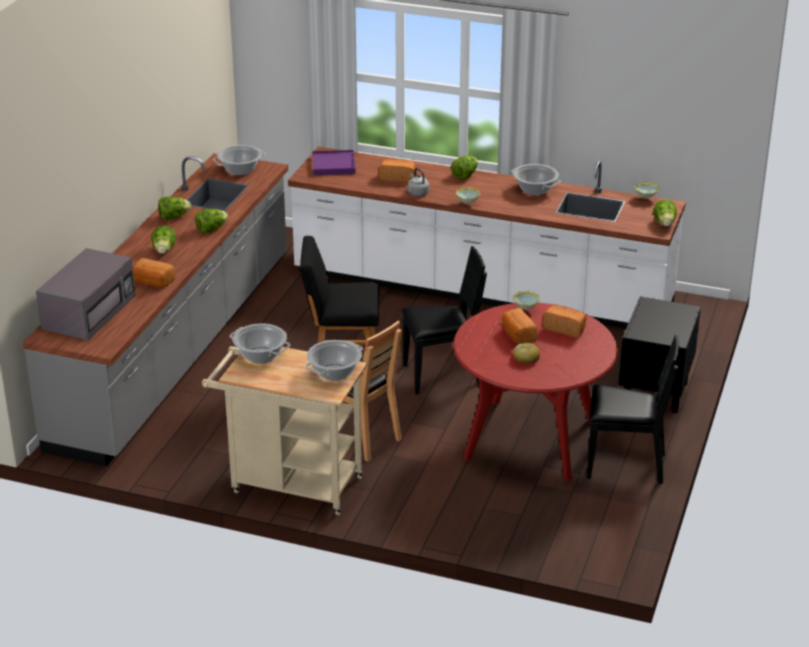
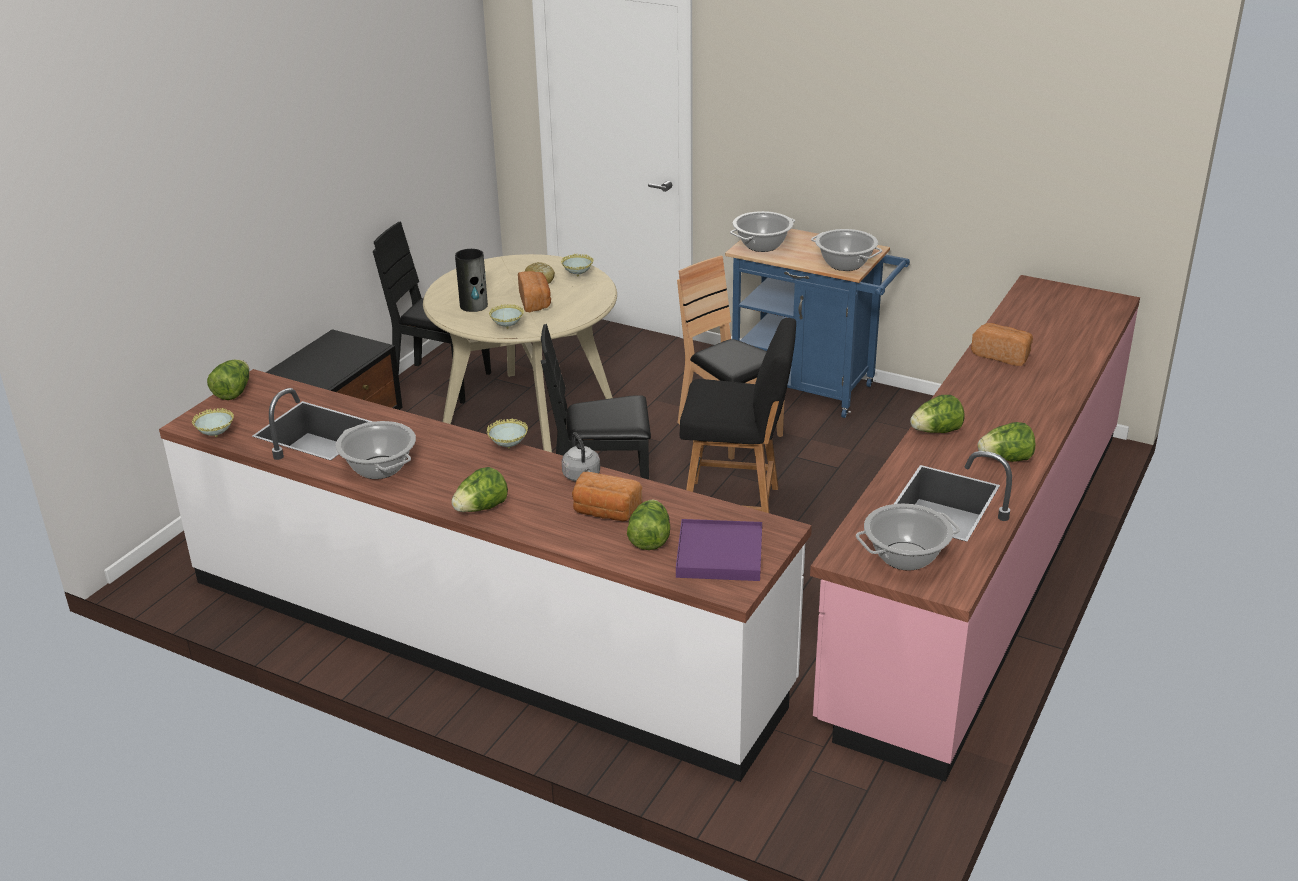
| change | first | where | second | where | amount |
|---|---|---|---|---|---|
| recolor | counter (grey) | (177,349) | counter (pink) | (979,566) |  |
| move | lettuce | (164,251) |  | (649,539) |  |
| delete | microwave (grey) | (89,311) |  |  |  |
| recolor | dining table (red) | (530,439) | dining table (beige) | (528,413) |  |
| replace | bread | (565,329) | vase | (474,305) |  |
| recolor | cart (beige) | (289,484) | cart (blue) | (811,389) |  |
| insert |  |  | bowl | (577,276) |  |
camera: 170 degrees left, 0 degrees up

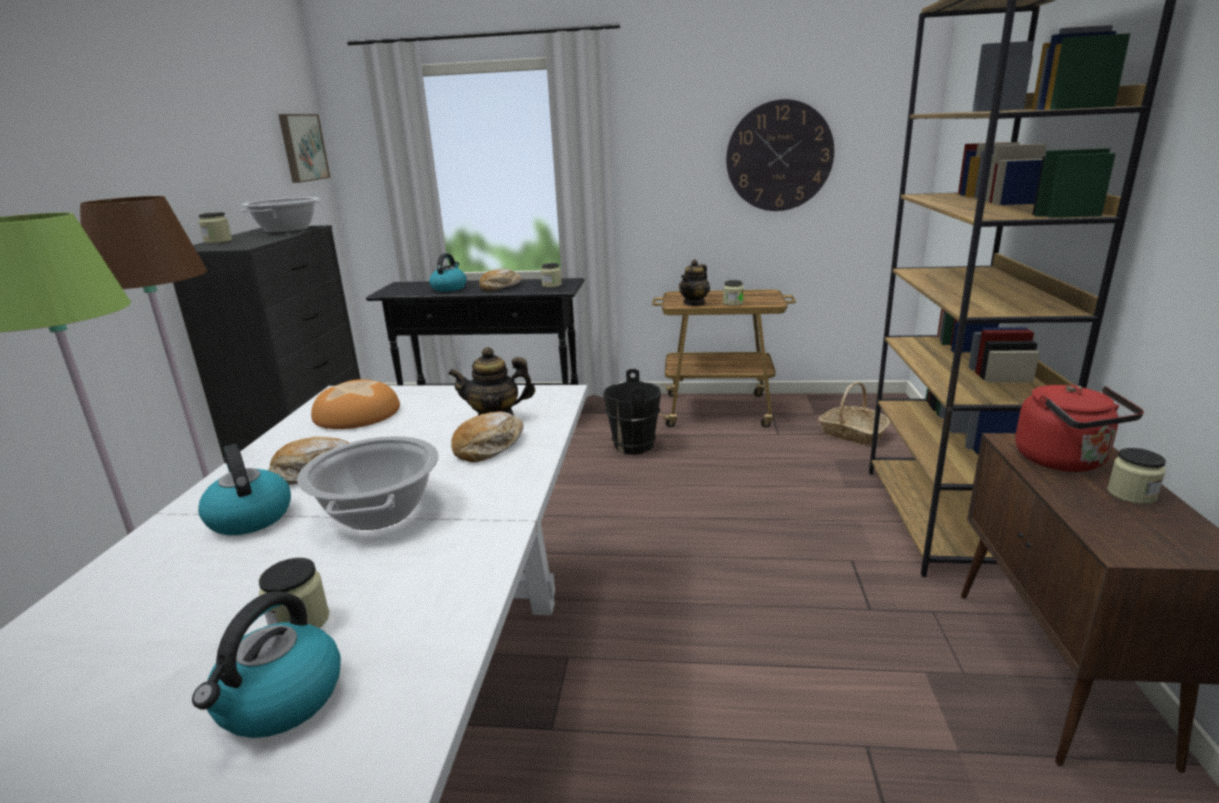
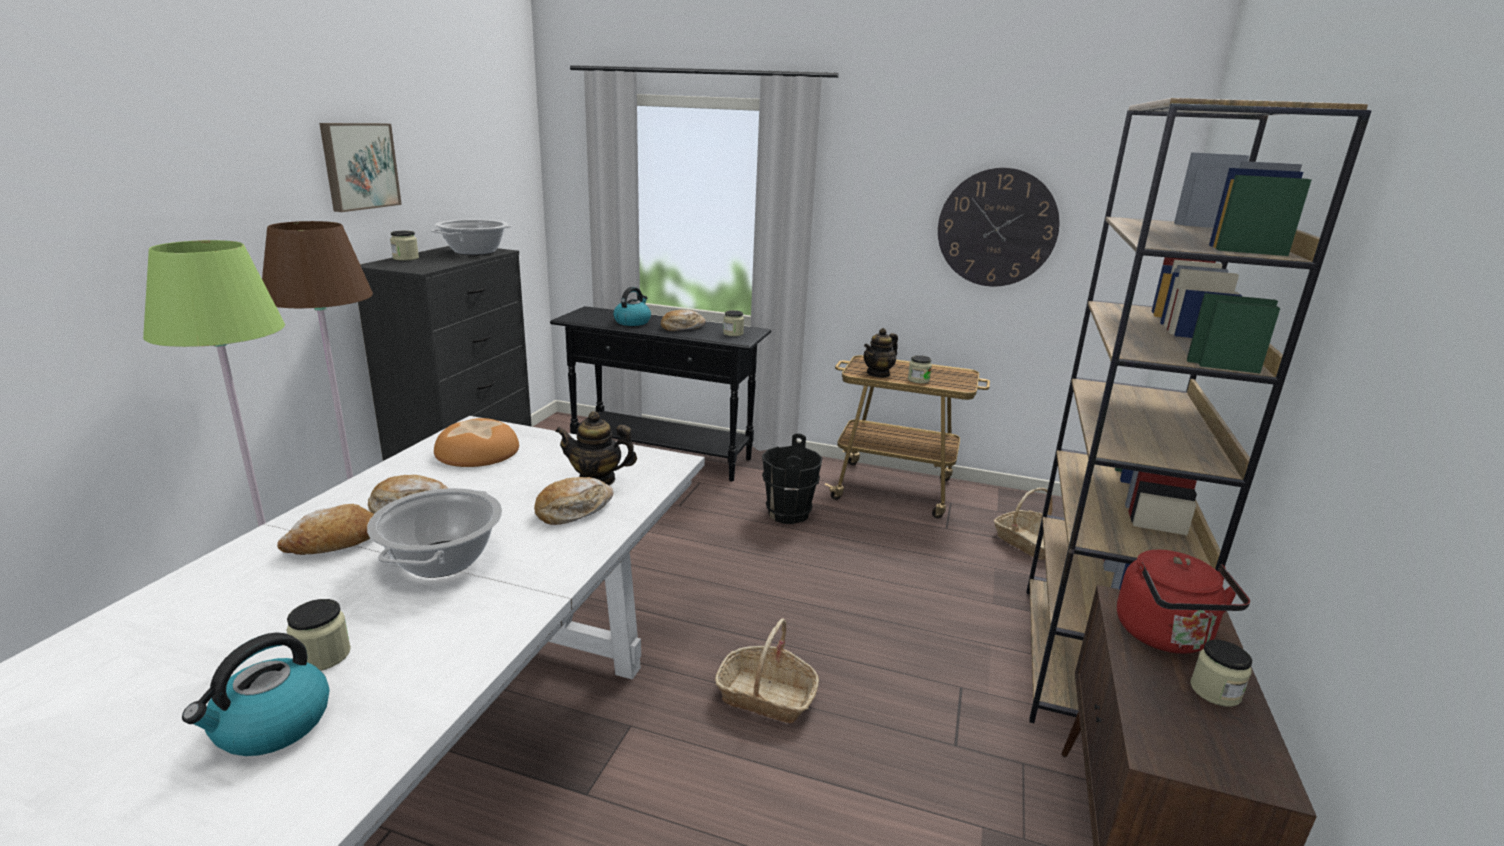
| change | first | where | second | where | amount |
|---|---|---|---|---|---|
| move | picture | (302,148) |  | (359,166) |  |
| replace | kettle | (249,517) | bread | (334,543) |  |
| insert |  |  | basket | (766,696) |  |
camera: 10 degrees right, 0 degrees up

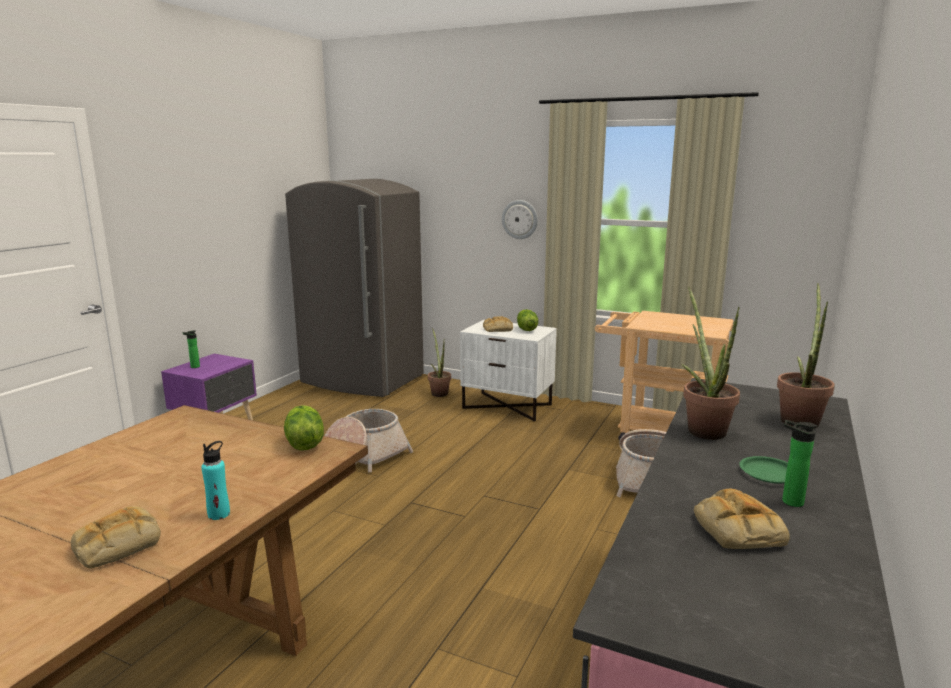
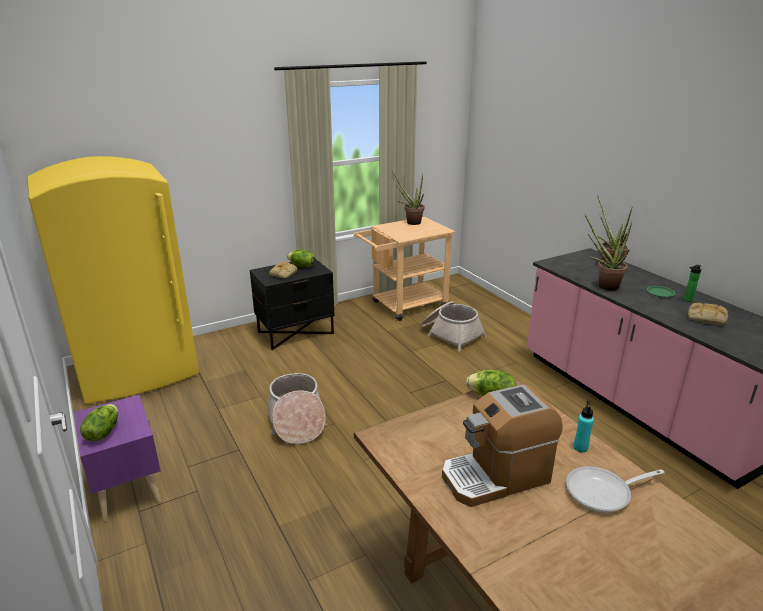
| change | first | where | second | where | amount |
|---|---|---|---|---|---|
| recolor | fridge (grey) | (362,380) | fridge (yellow) | (139,371) |  |
| delete | wall clock | (520,219) |  |  |  |
| recolor | nightstand (white) | (508,406) | nightstand (black) | (295,332) |  |
| move | potted plant | (439,392) |  | (410,222) |  |
| replace | bottle | (193,367) | lettuce | (102,433) |  |
| replace | bread | (116,545) | frying pan | (603,492) |  |
| insert |  |  | coffee machine | (496,476) |  |
camera: 55 degrees left, 10 degrees up

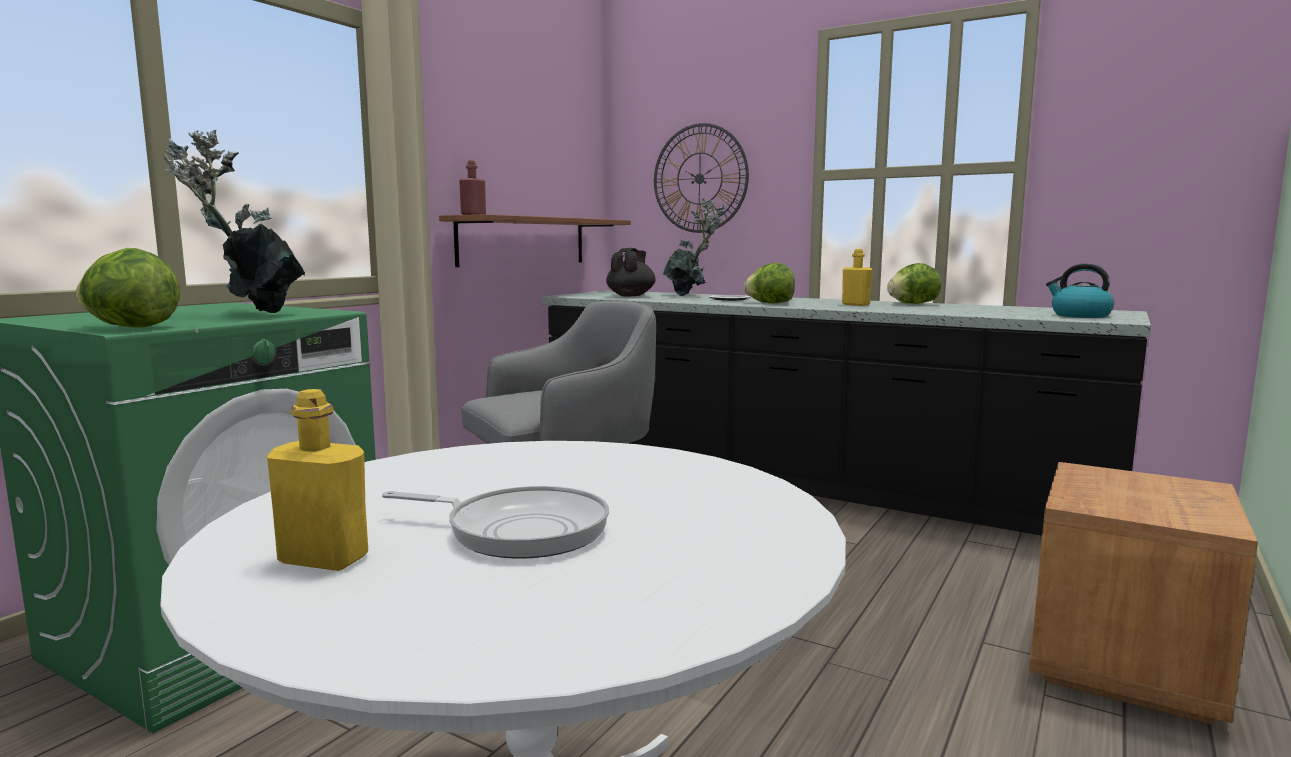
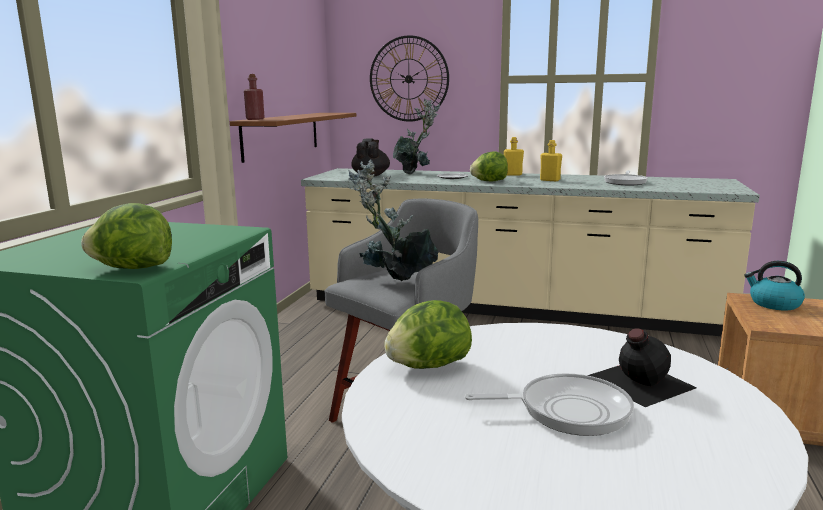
| change | first | where | second | where | amount |
|---|---|---|---|---|---|
| move | potted plant | (249,314) |  | (392,283) |  |
| move | lettuce | (912,304) |  | (428,366) |  |
| move | kettle | (1079,315) |  | (773,304) |  |
| recolor | counter (black) | (801,481) | counter (beige) | (509,307) |  |
| move | bottle (yellow) | (324,559) |  | (512,174) |  |
| insert |  |  | frying pan | (625,182) |  |
| insert |  |  | bottle (black) | (638,381) |  |
camera: 15 degrees left, 5 degrees up

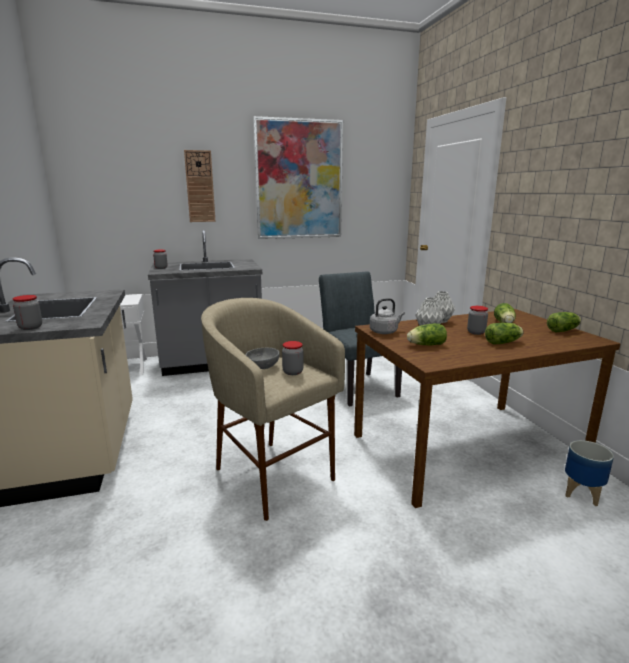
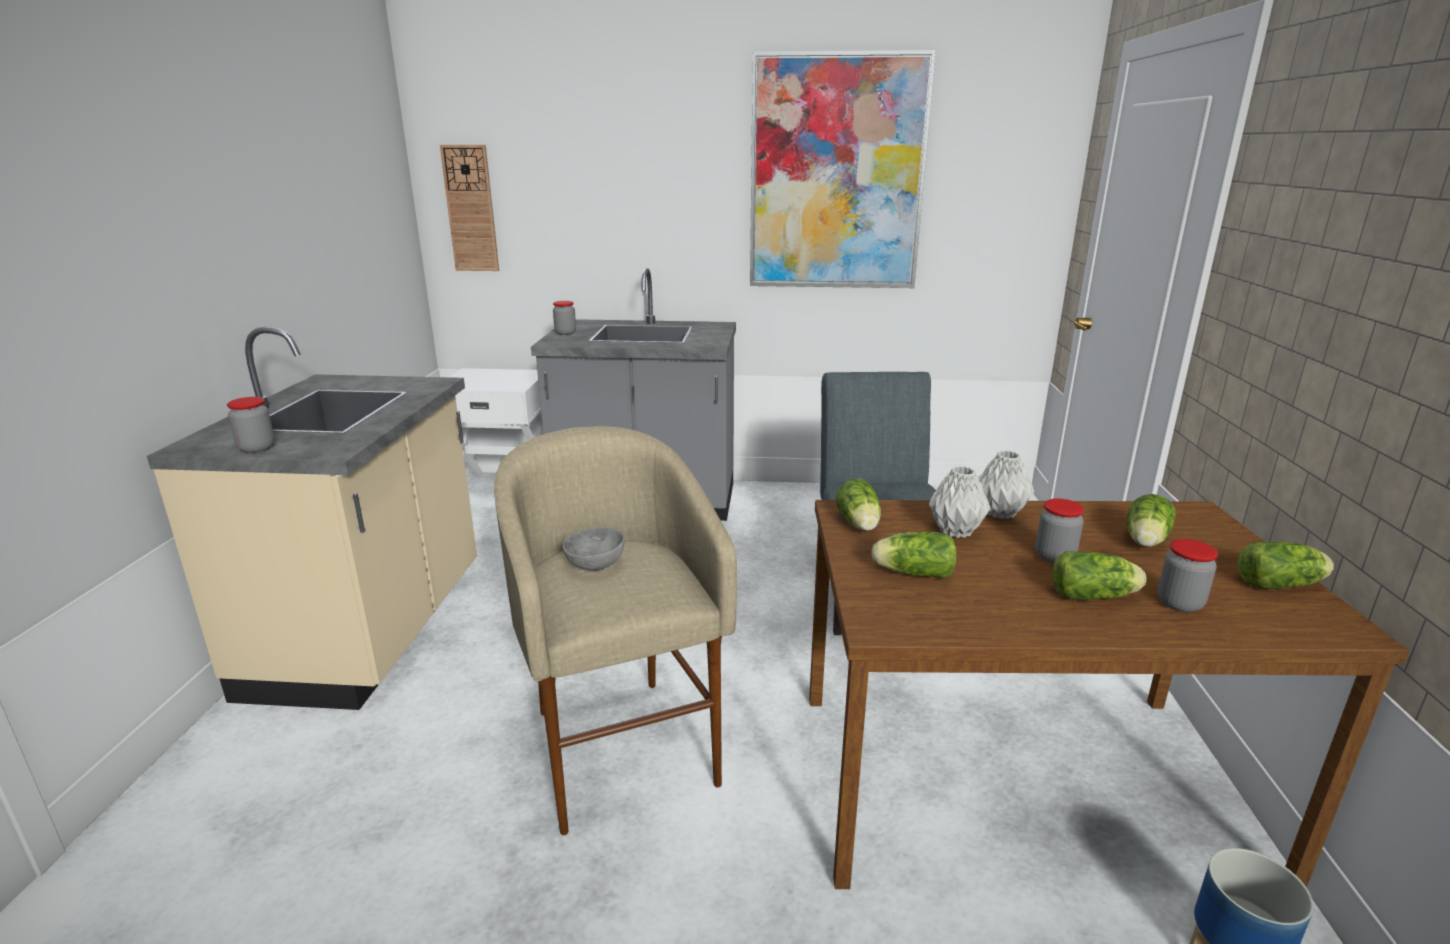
| change | first | where | second | where | amount |
|---|---|---|---|---|---|
| move | wall clock | (200,186) |  | (471,209) |  |
| replace | kettle (grey) | (385,332) | lettuce | (859,524) |  |
| move | jar | (293,372) |  | (1179,603) |  |
camera: 20 degrees right, 5 degrees up

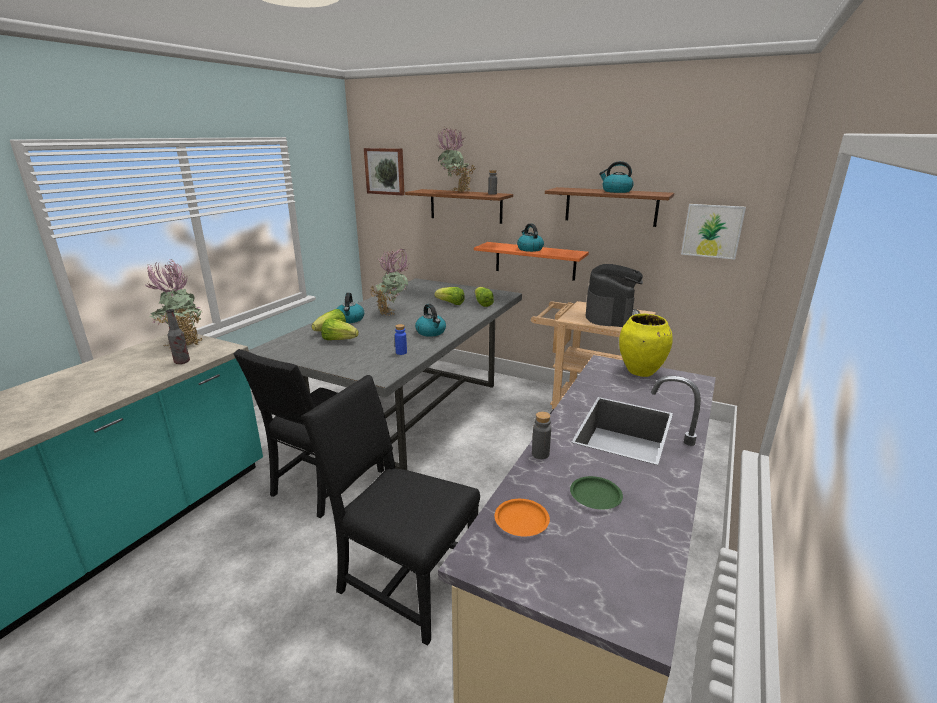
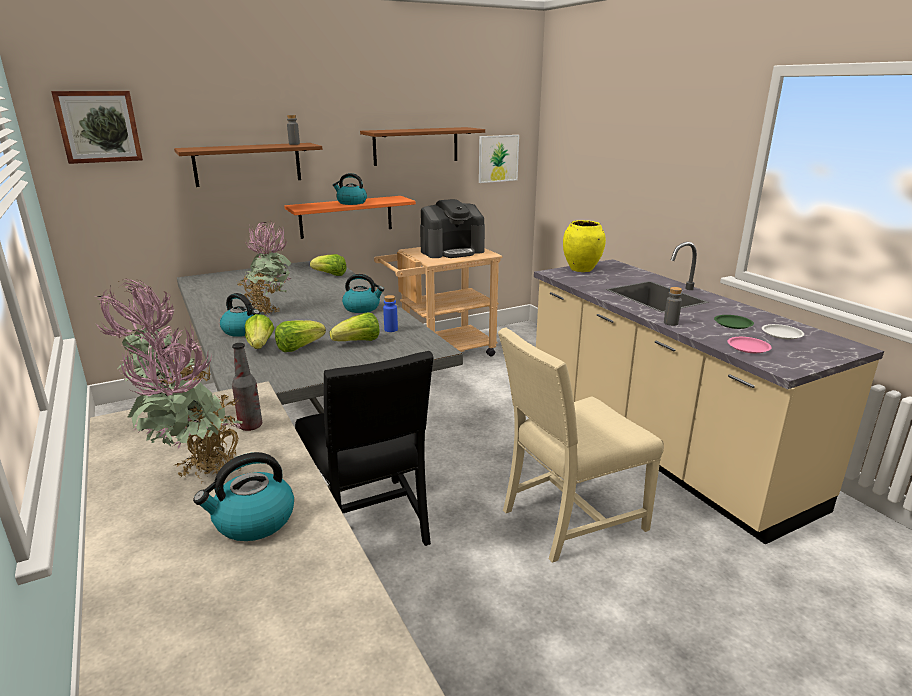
| change | first | where | second | where | amount |
|---|---|---|---|---|---|
| move | potted plant | (455,192) |  | (201,479) |  |
| move | kettle | (616,191) |  | (253,521) |  |
| rotate | coffee machine | (611,316) |  | (452,251) | 105 degrees clockwise |
| move | lettuce | (450,303) |  | (358,342) |  |
| recolor | chair (black) | (403,580) | chair (beige) | (568,519) |  |
| recolor | plate (orange) | (521,521) | plate (pink) | (748,348) |  |
| insert |  |  | plate (white) | (782,334) |  |
camera: 55 degrees left, 0 degrees up

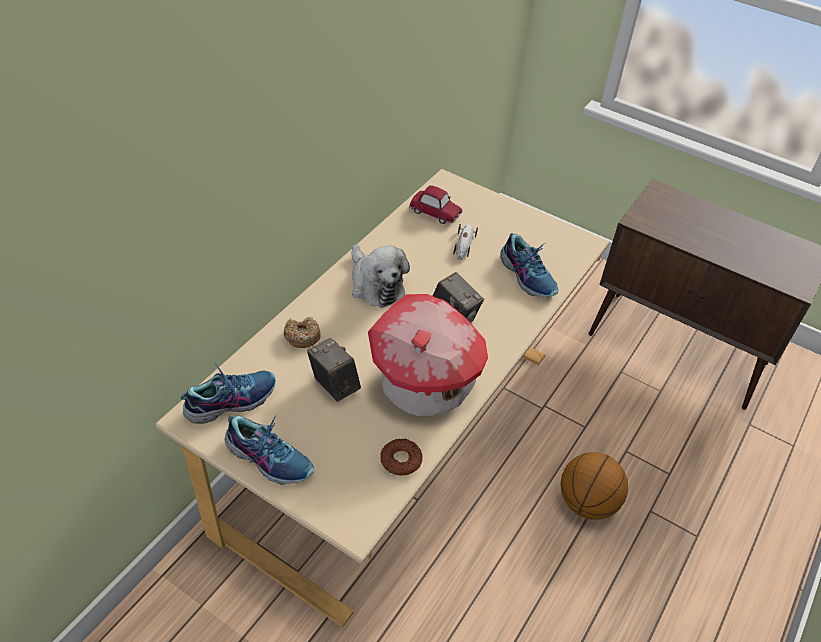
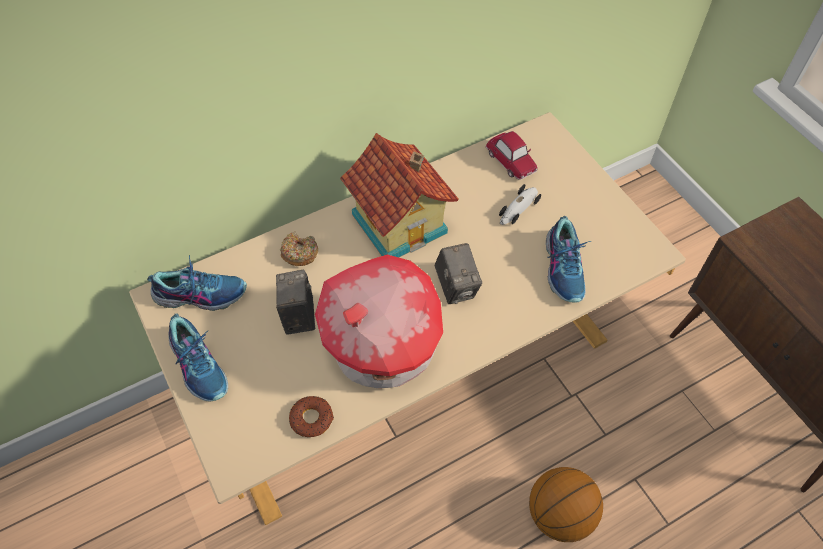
| change | first | where | second | where | amount |
|---|---|---|---|---|---|
| replace | plush toy | (375,284) | toy house | (401,222) |  |
camera: 30 degrees right, 10 degrees up

